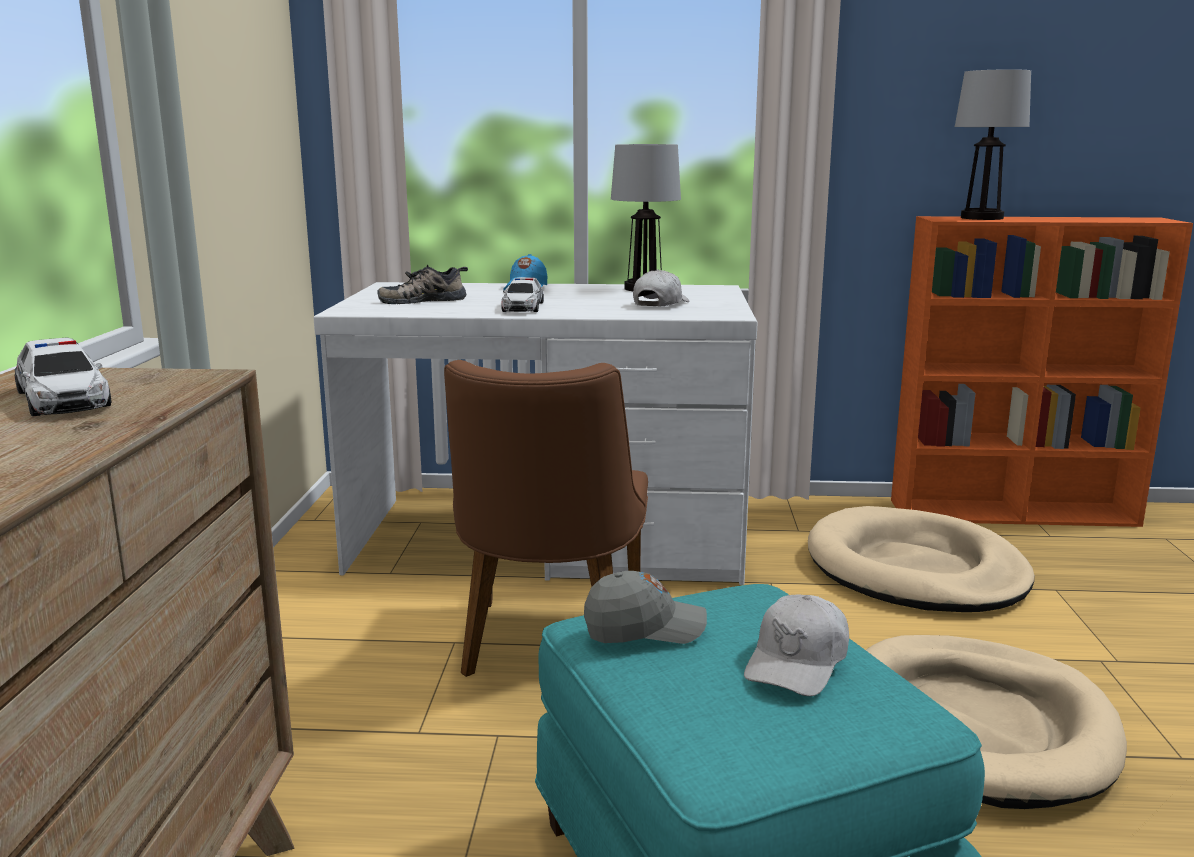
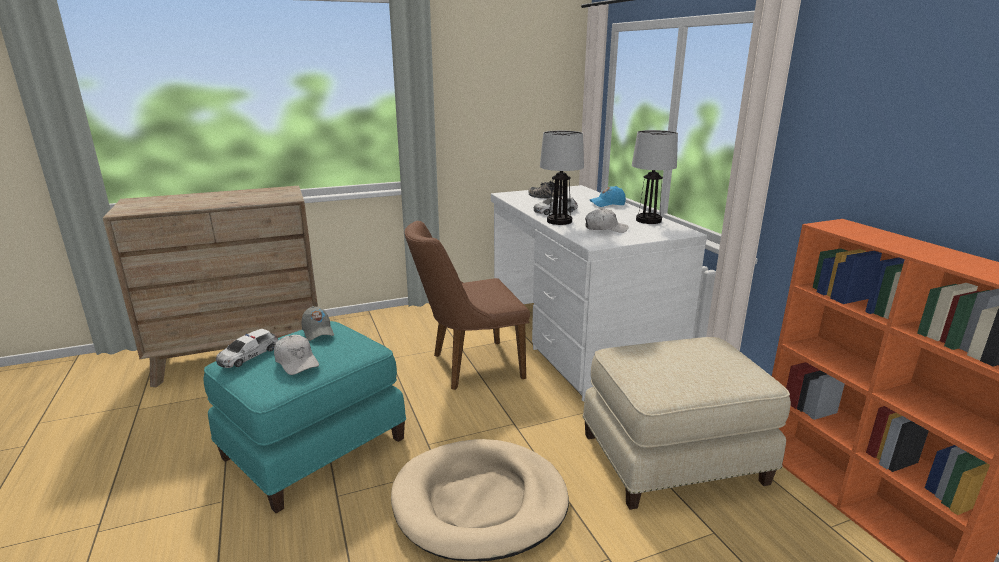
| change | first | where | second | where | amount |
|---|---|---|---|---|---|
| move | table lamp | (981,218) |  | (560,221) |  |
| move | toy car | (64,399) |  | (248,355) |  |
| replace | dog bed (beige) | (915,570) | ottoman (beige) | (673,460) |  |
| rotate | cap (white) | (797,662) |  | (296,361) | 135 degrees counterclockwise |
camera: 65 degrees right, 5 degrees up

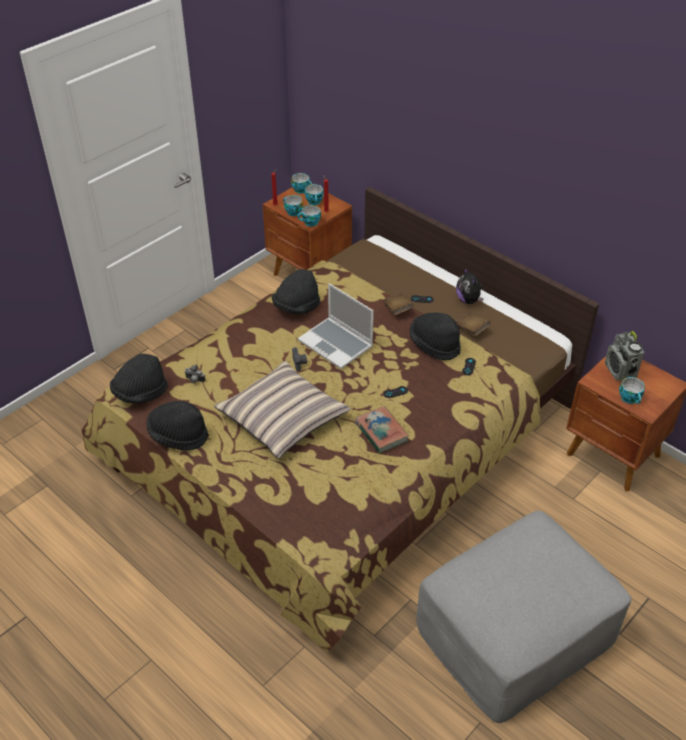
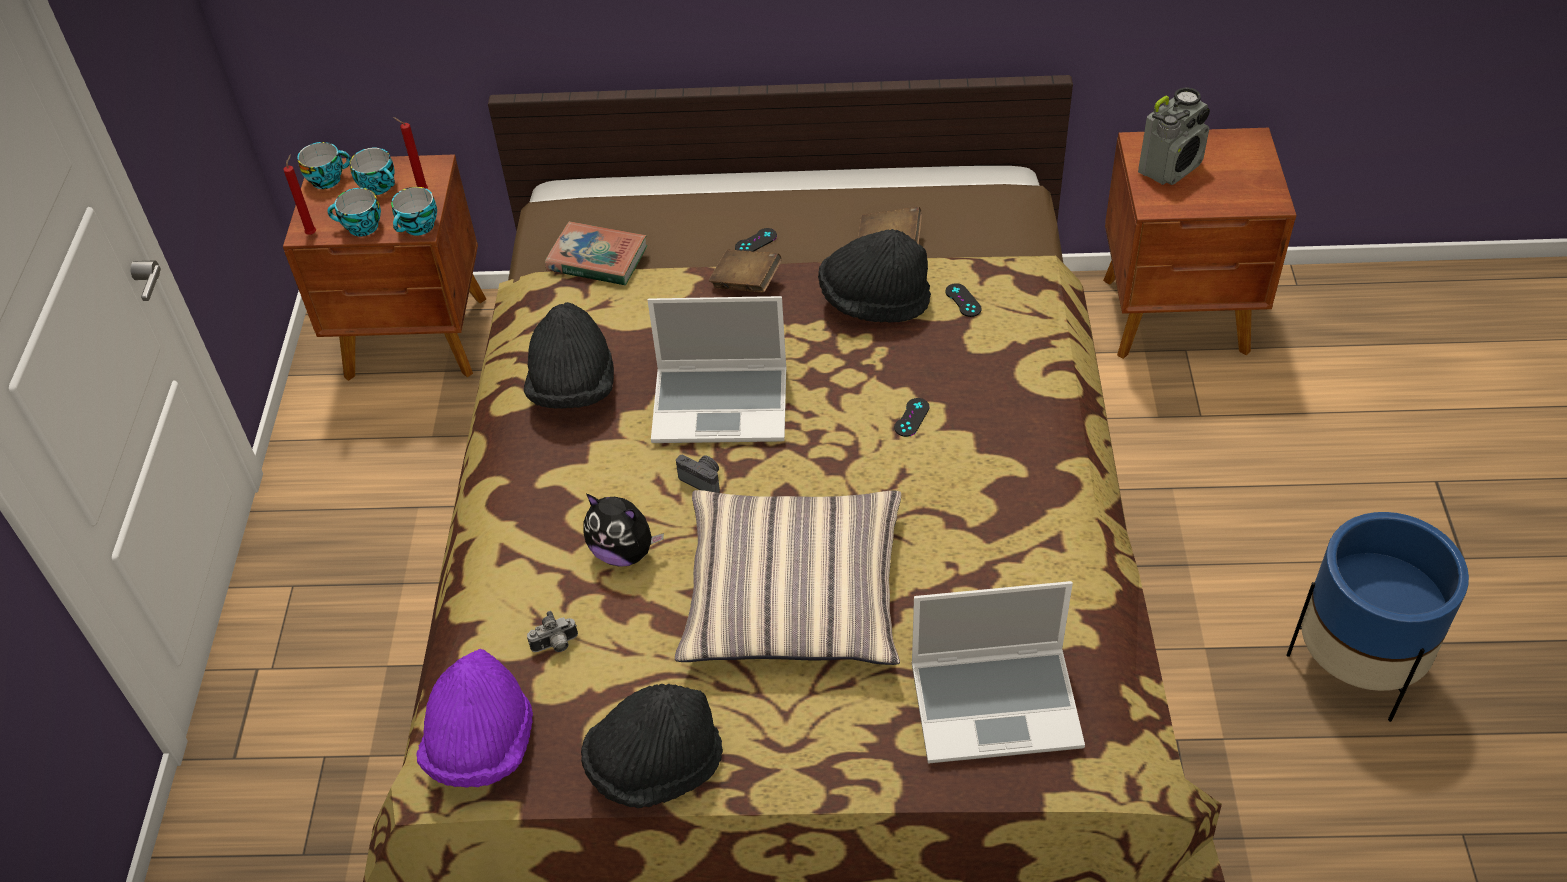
| change | first | where | second | where | amount |
|---|---|---|---|---|---|
| move | plush toy | (468,300) |  | (624,552) |  |
| rotate | radio | (620,372) |  | (1170,167) | 75 degrees counterclockwise |
| recolor | hat (black) | (140,393) | hat (purple) | (482,746) |  |
| delete | cup | (630,398) |  |  |  |
| move | book | (381,432) |  | (597,259) |  |
| replace | ottoman (grey) | (515,632) | planter (blue) | (1354,666) |  |
| insert |  |  | laptop | (997,704) |  |
camera: 40 degrees left, 5 degrees up

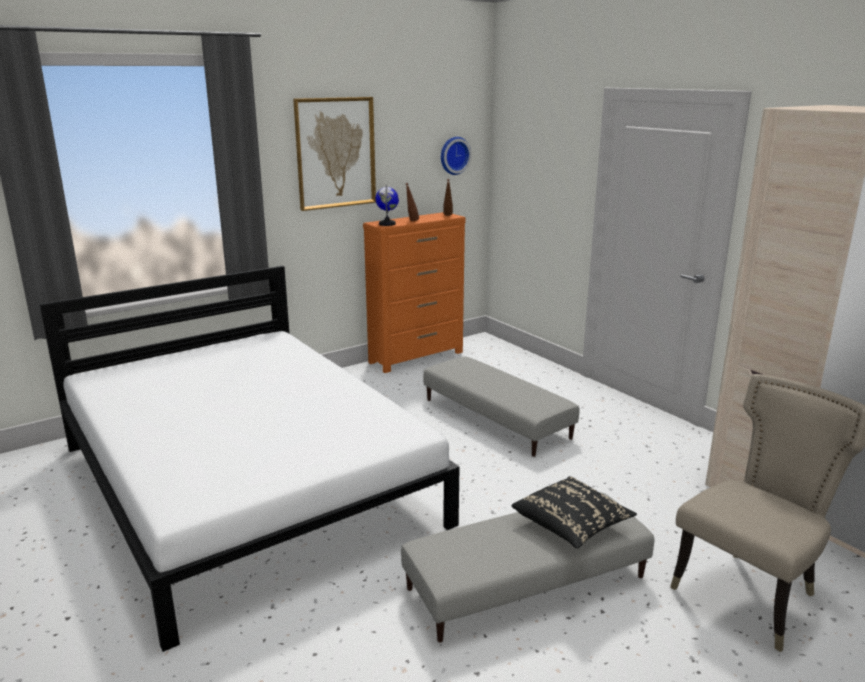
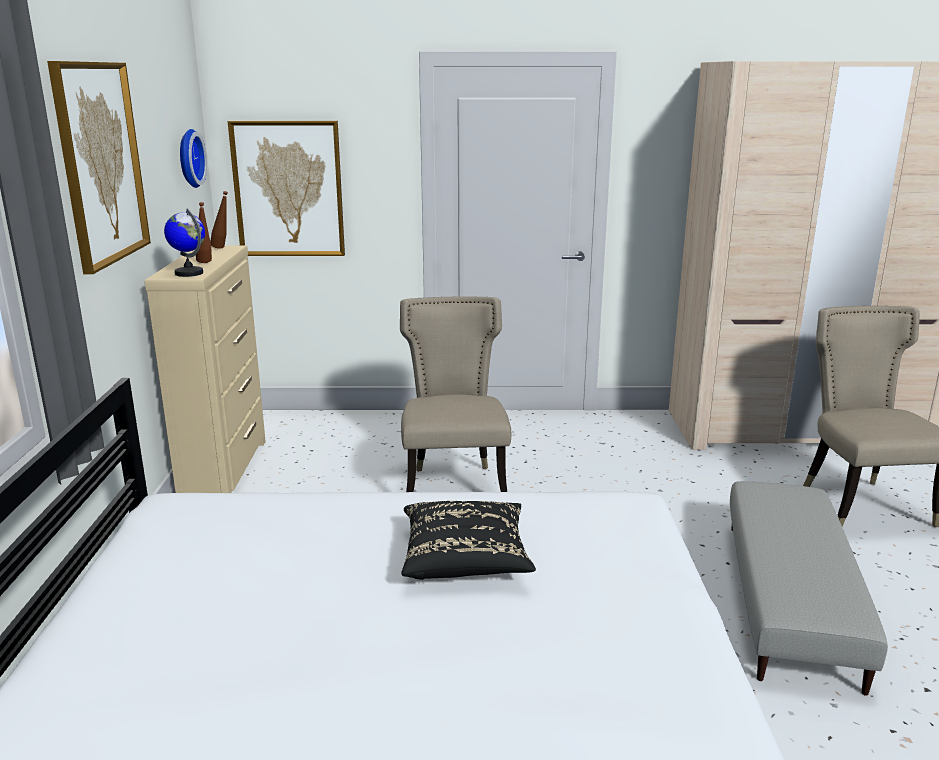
| change | first | where | second | where | amount |
|---|---|---|---|---|---|
| recolor | dresser (orange) | (417,357) | dresser (beige) | (225,471) |  |
| replace | ottoman (grey) | (496,418) | chair (beige) | (454,486) |  |
| move | pillow (black) | (571,526) |  | (465,560) |  |
| insert |  |  | picture | (288,189) |  |
camera: 55 degrees left, 0 degrees up

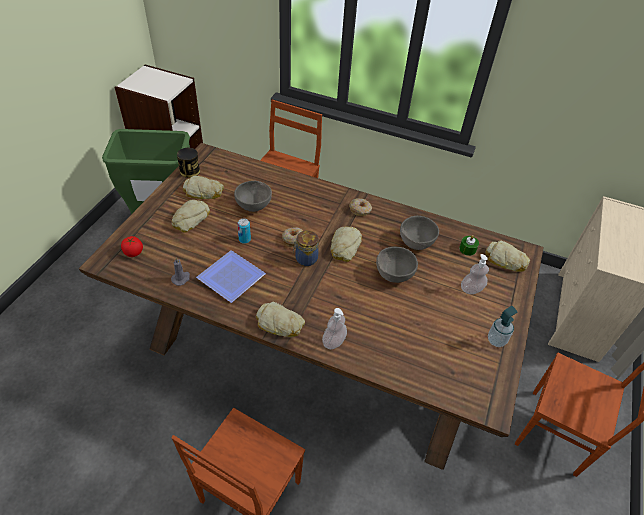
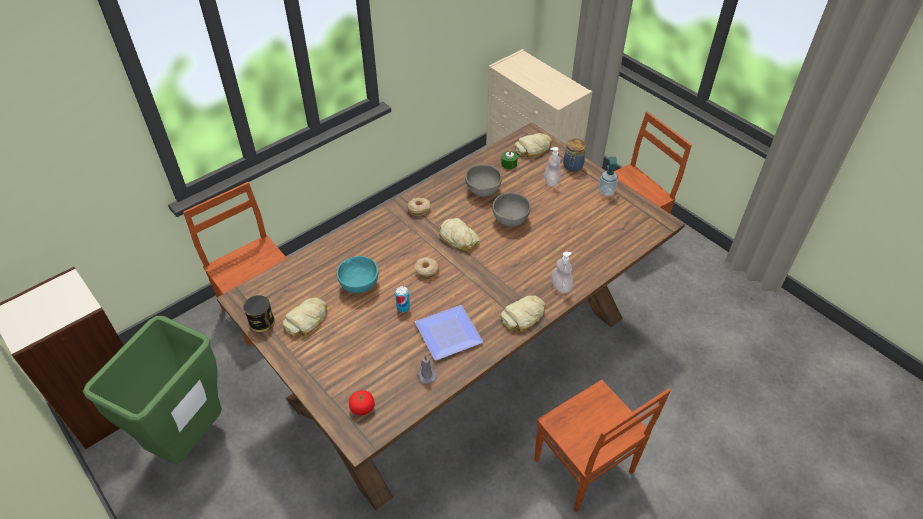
| change | first | where | second | where | amount |
|---|---|---|---|---|---|
| recolor | bowl (grey) | (254,206) | bowl (turquoise) | (360,285) |  |
| delete | bread | (190,219) |  |  |  |
| move | jar | (305,259) |  | (572,166) |  |
camera: 60 degrees left, 0 degrees up

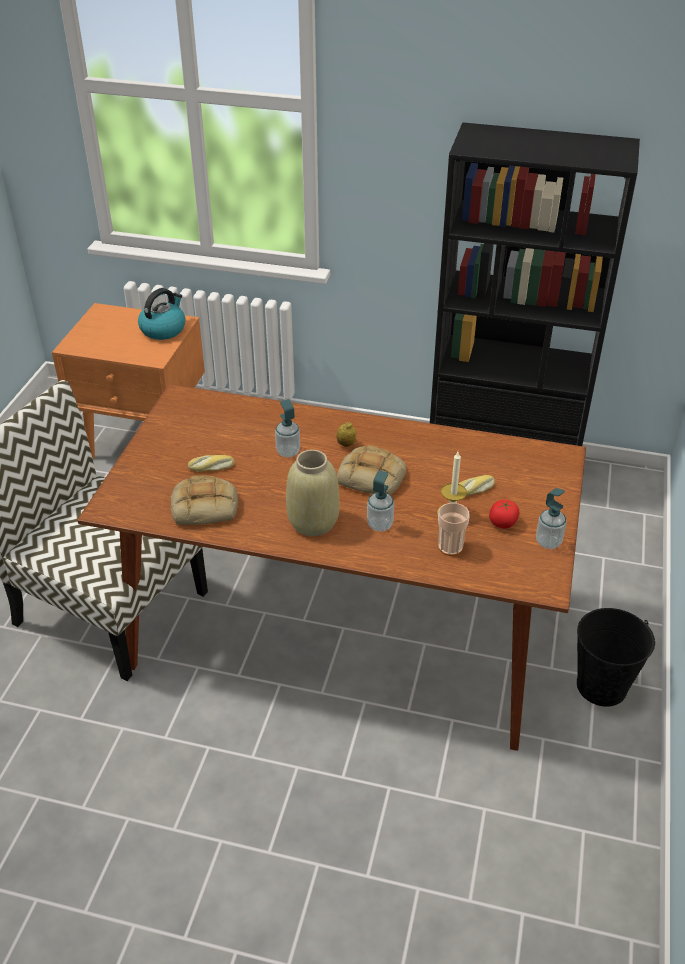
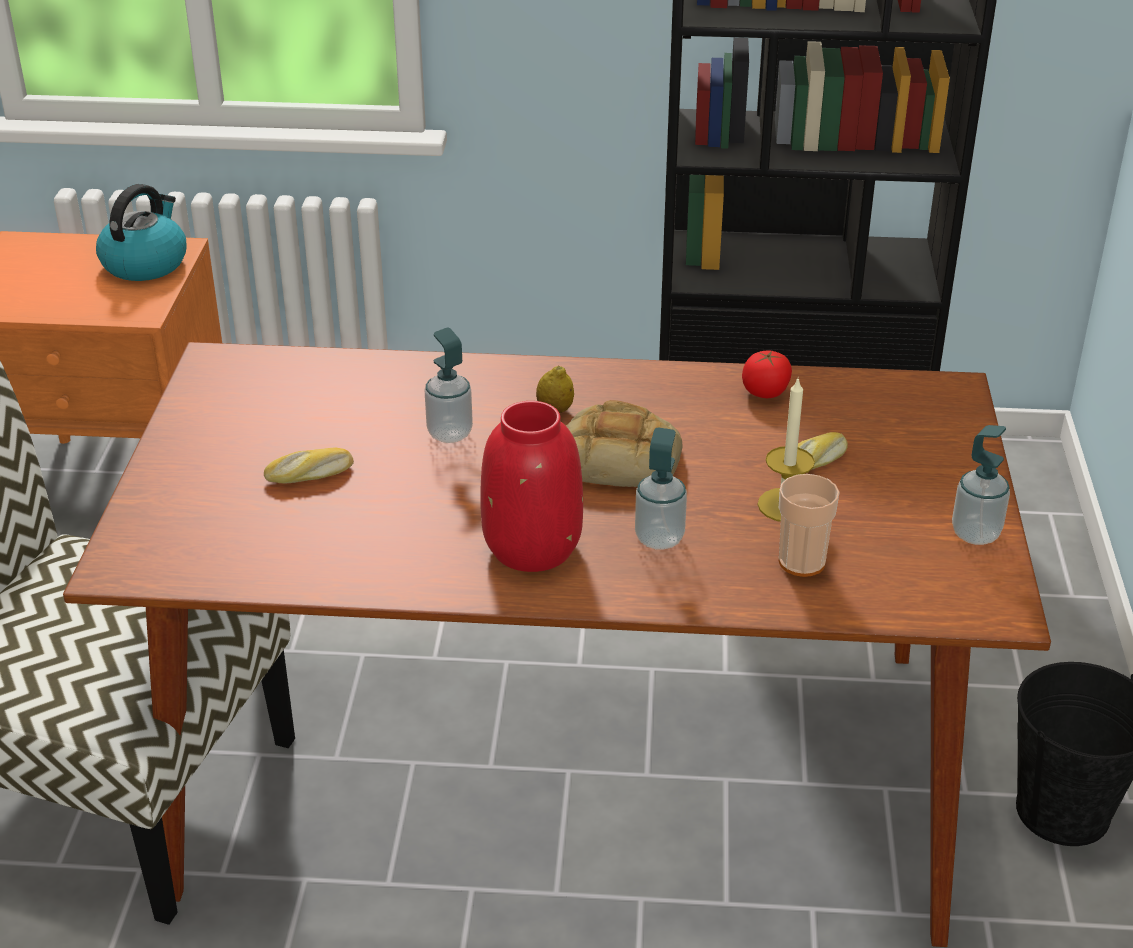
| change | first | where | second | where | amount |
|---|---|---|---|---|---|
| recolor | vase (beige) | (312,522) | vase (red) | (530,548) |  |
| delete | bread | (206,506) |  |  |  |
| move | tomato | (503,523) |  | (765,392) |  |
camera: 10 degrees left, 5 degrees down

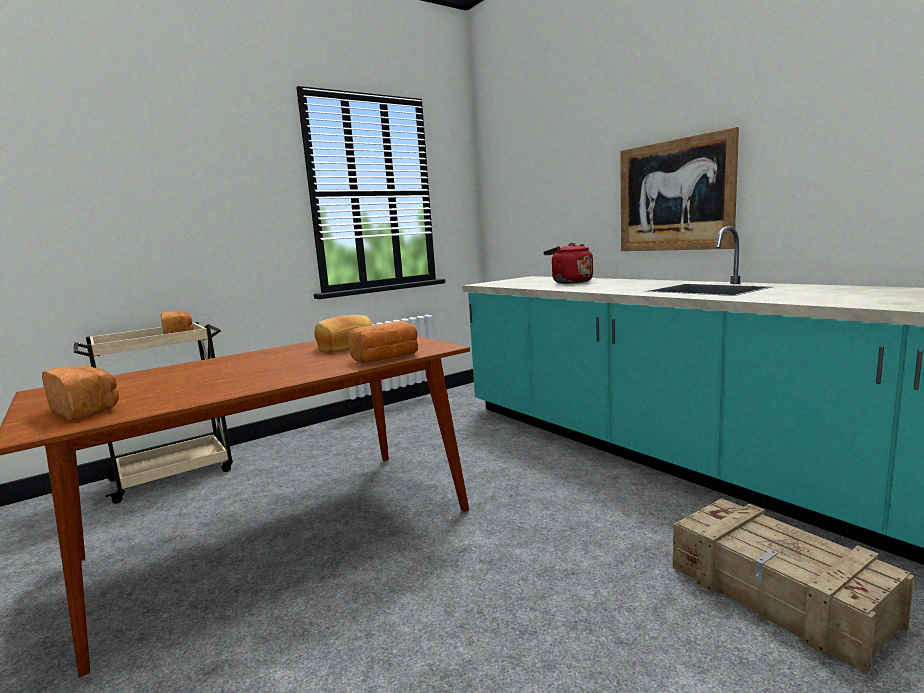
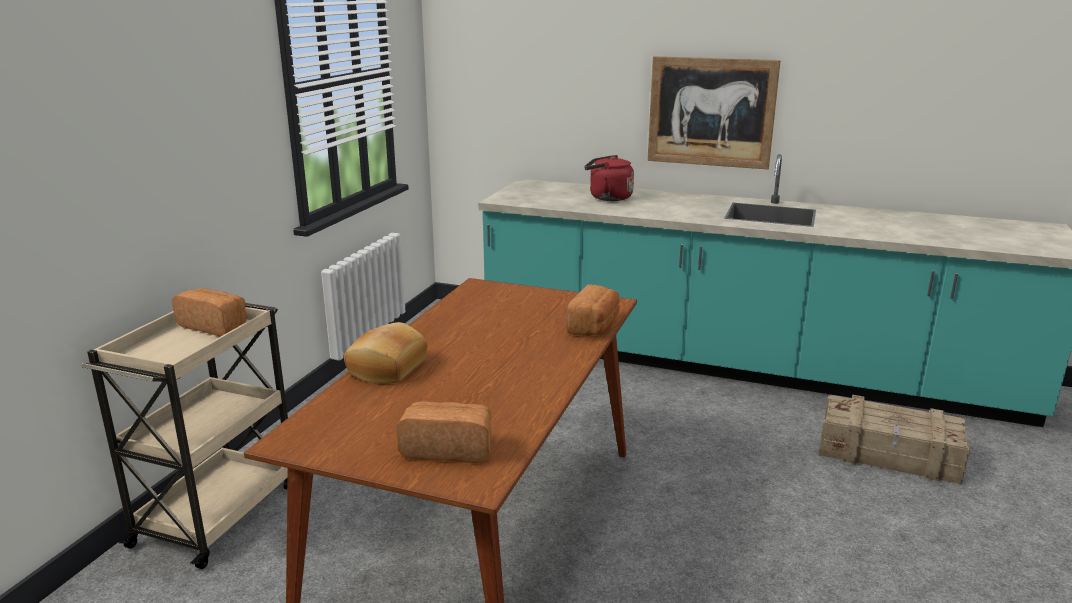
| change | first | where | second | where | amount |
|---|---|---|---|---|---|
| move | bread | (345,346) |  | (386,368) |  |
camera: 35 degrees left, 10 degrees up

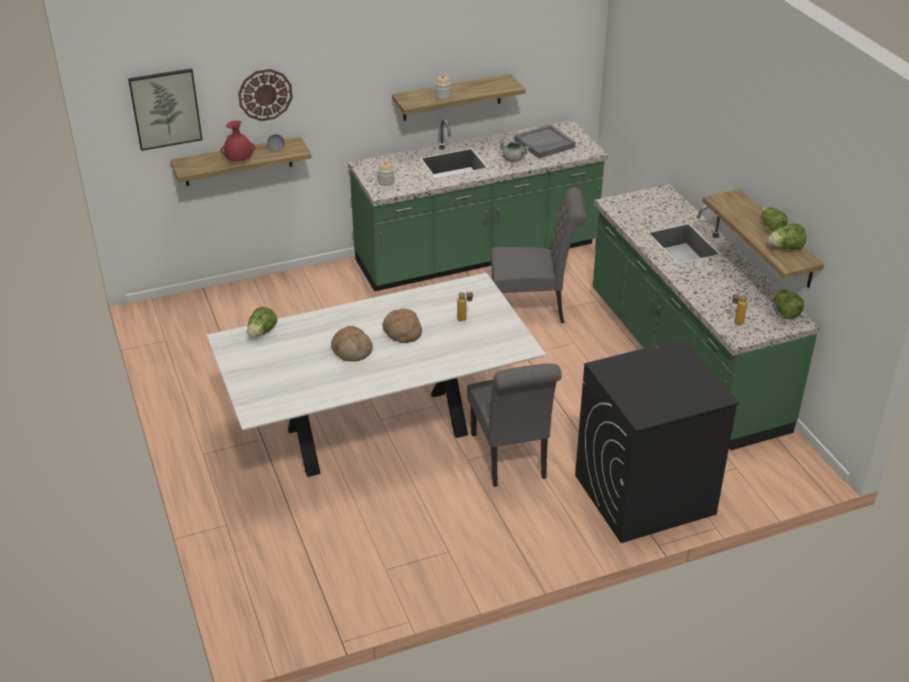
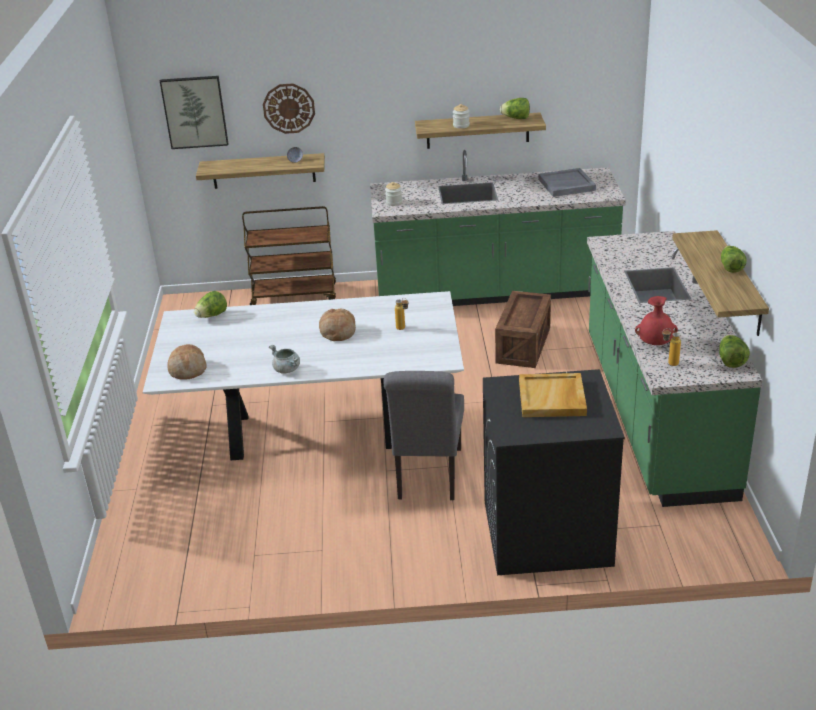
| change | first | where | second | where | amount |
|---|---|---|---|---|---|
| move | vase (red) | (239,160) |  | (655,343) |  |
| move | cooking pot (grey) | (513,159) |  | (287,369) |  |
| replace | chair (grey) | (533,309) | crate | (523,346) |  |
| move | lettuce | (785,248) |  | (516,118) |  |
| move | bread | (352,350) |  | (188,369) |  |
| insert |  |  | cart (brown) | (294,295) |  |
| insert |  |  | tray (beige) | (552,398) |  |
camera: 20 degrees right, 5 degrees down

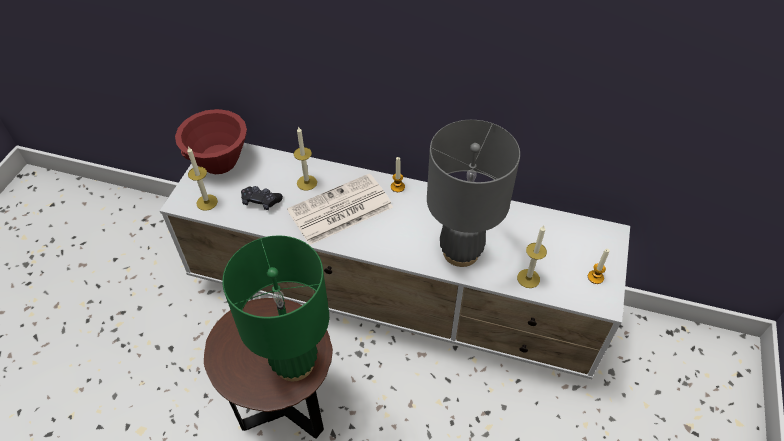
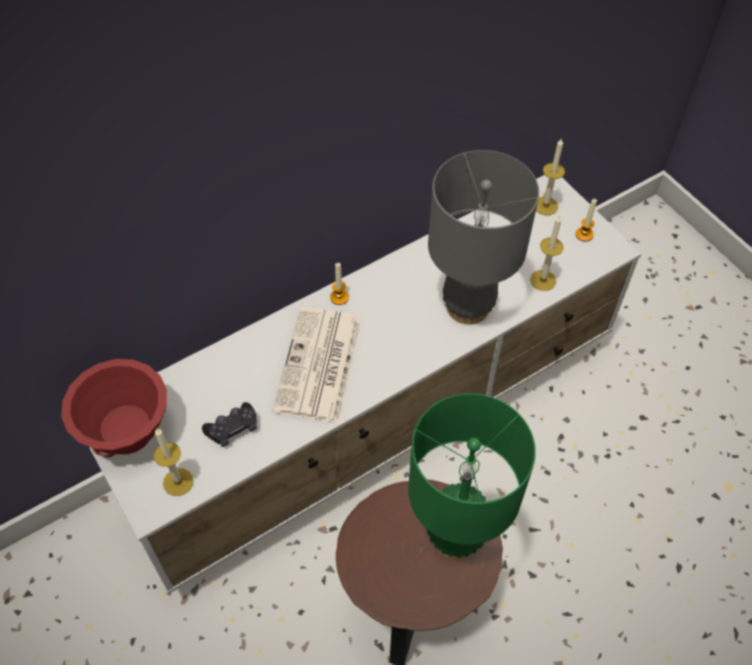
| change | first | where | second | where | amount |
|---|---|---|---|---|---|
| move | candle | (307,183) |  | (545,206) |  |
camera: 50 degrees left, 5 degrees up

